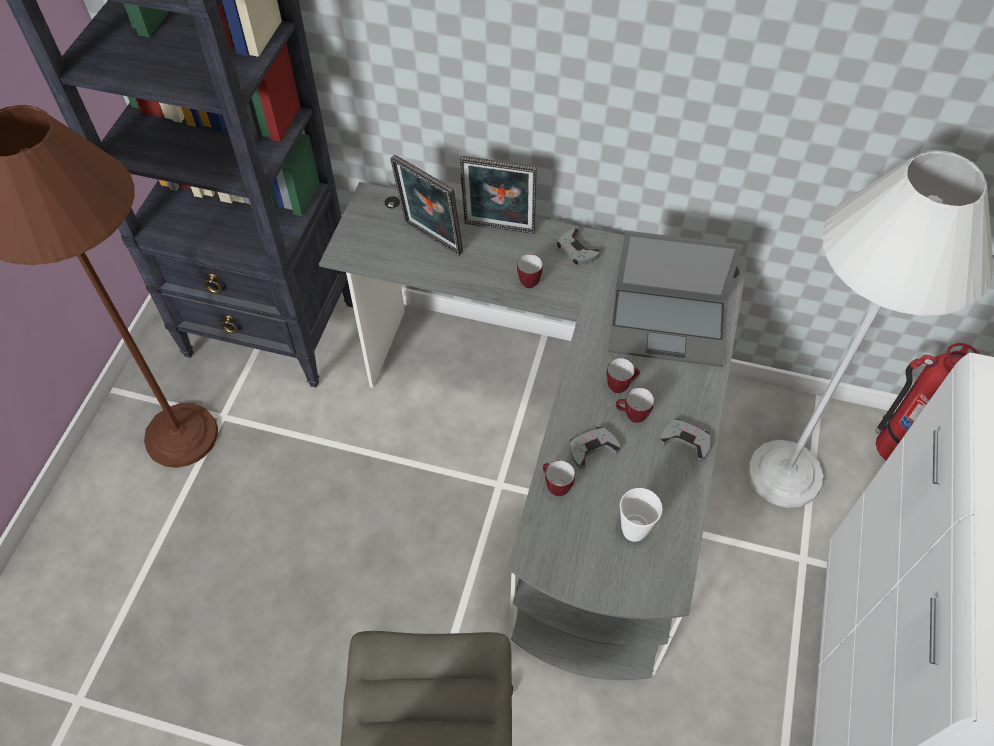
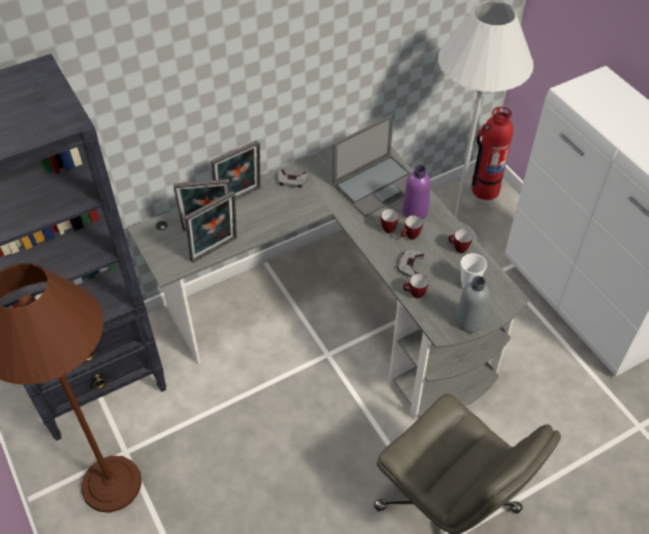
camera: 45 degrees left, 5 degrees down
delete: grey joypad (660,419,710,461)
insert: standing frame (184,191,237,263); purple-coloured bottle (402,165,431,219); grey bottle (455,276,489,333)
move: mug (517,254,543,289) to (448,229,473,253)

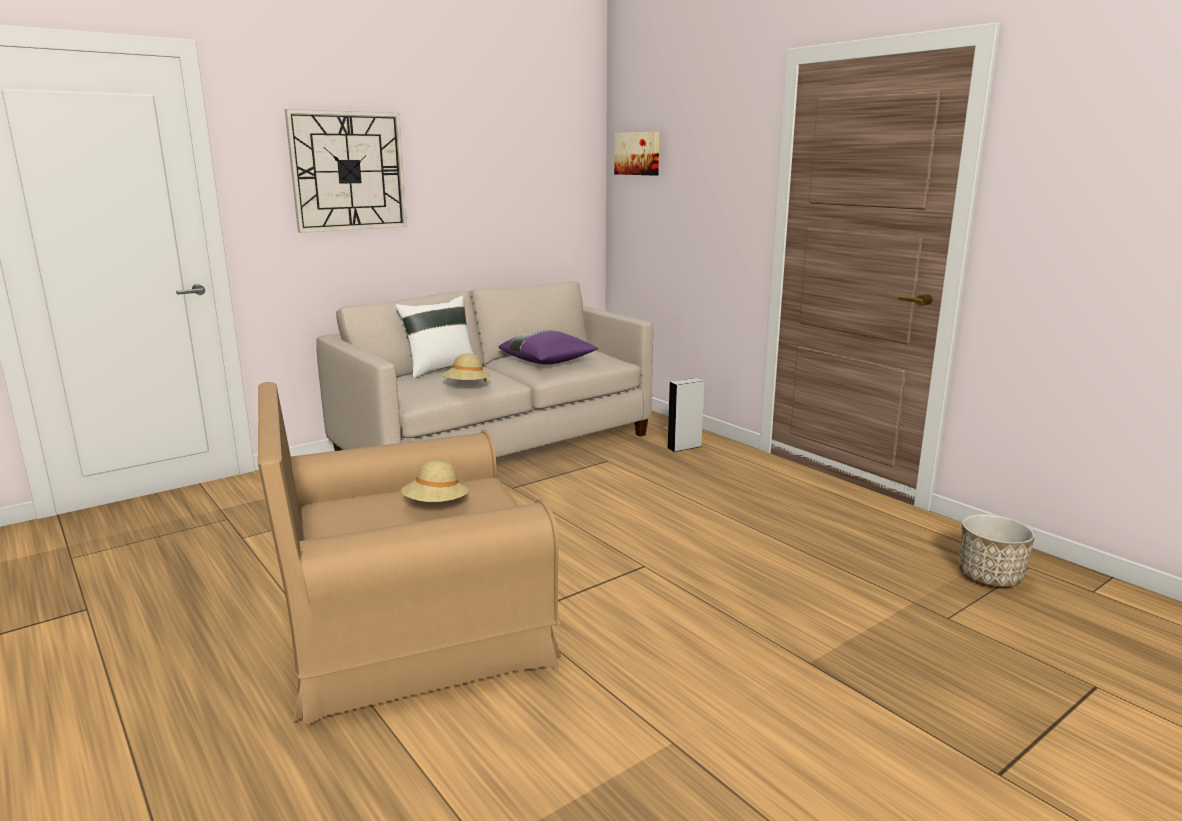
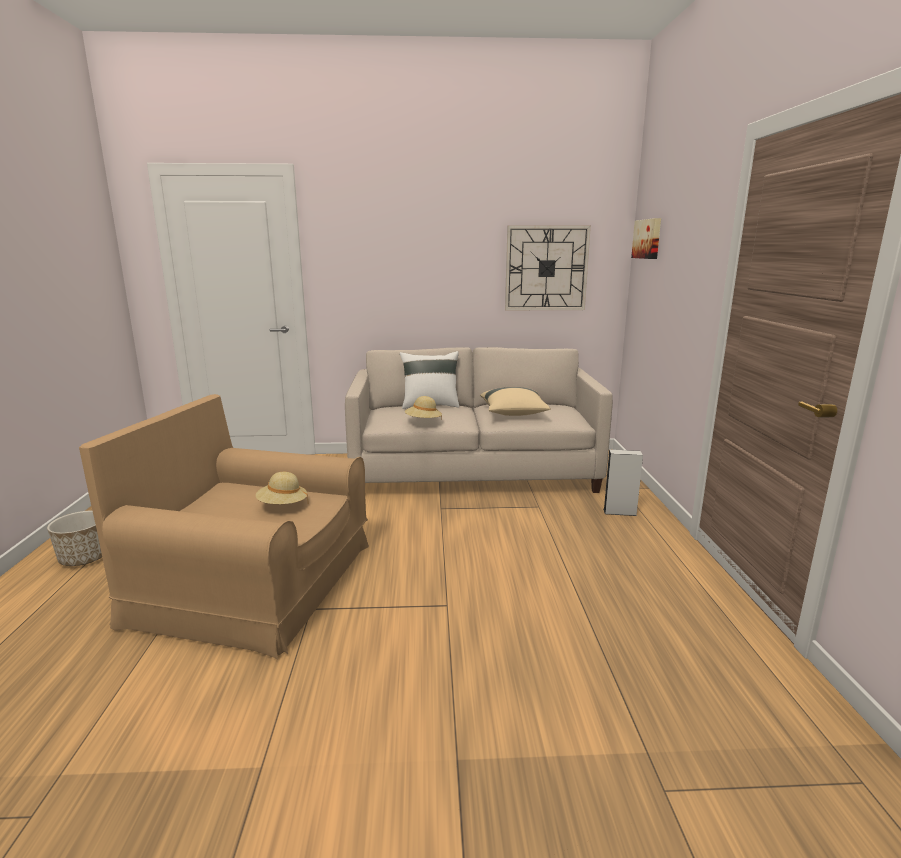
camera: 35 degrees right, 0 degrees up
move: hanging clock (285,109,407,233) to (505,225,591,310); plant pot (959,514,1035,587) to (47,510,102,566)
recolor: purple-coloured pillow (499,330,598,364) to beige-coloured pillow (480,387,551,416)

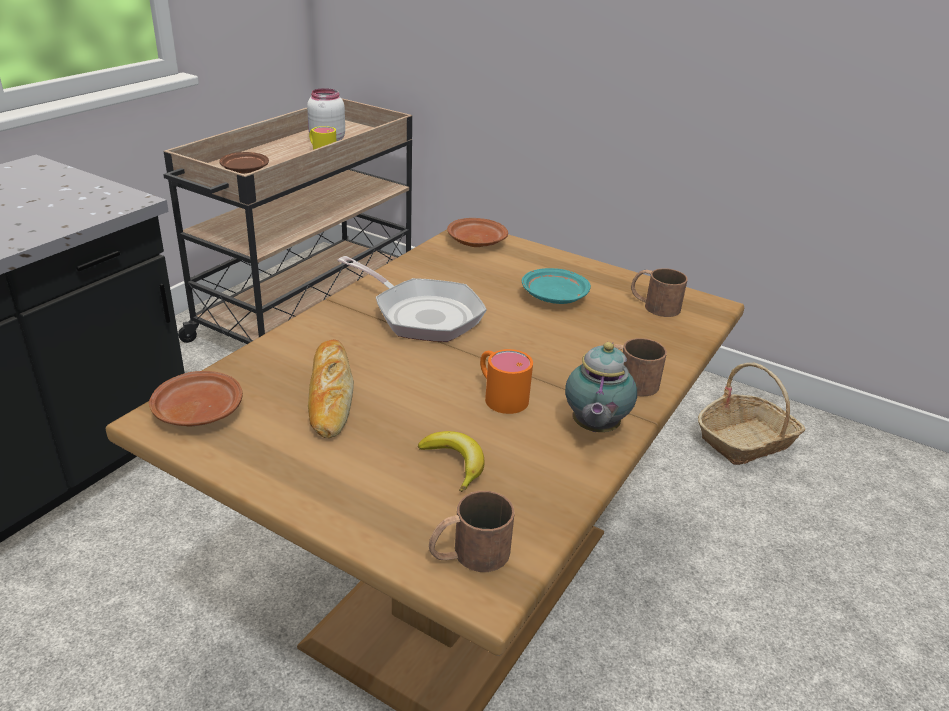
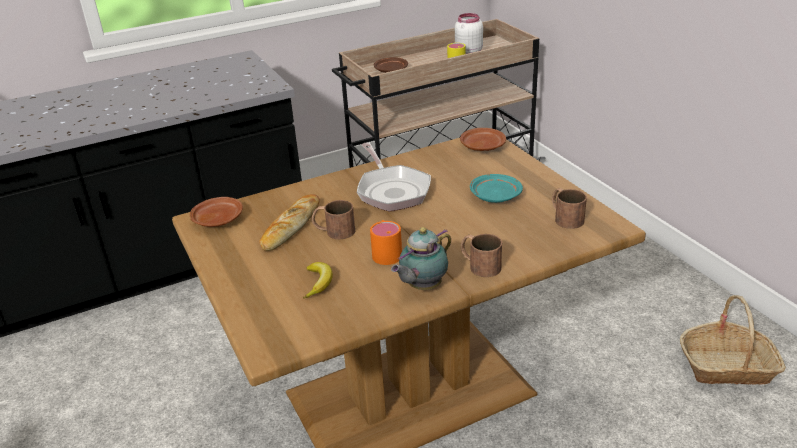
camera: 35 degrees right, 0 degrees up
move: brown mug (429,491,515,572) to (312,200,355,239)

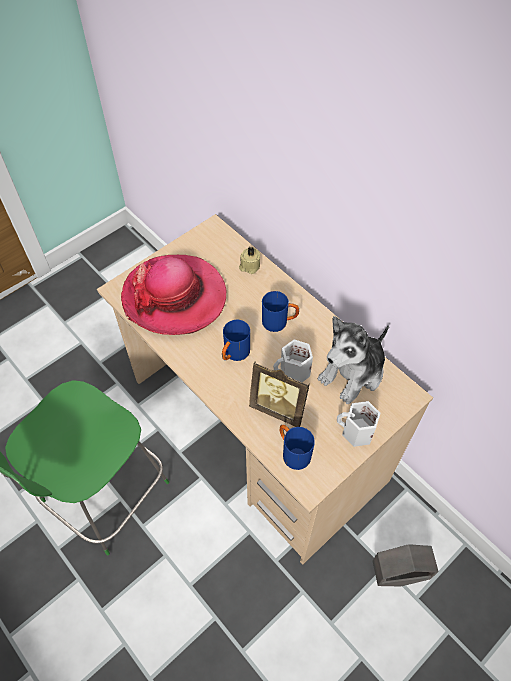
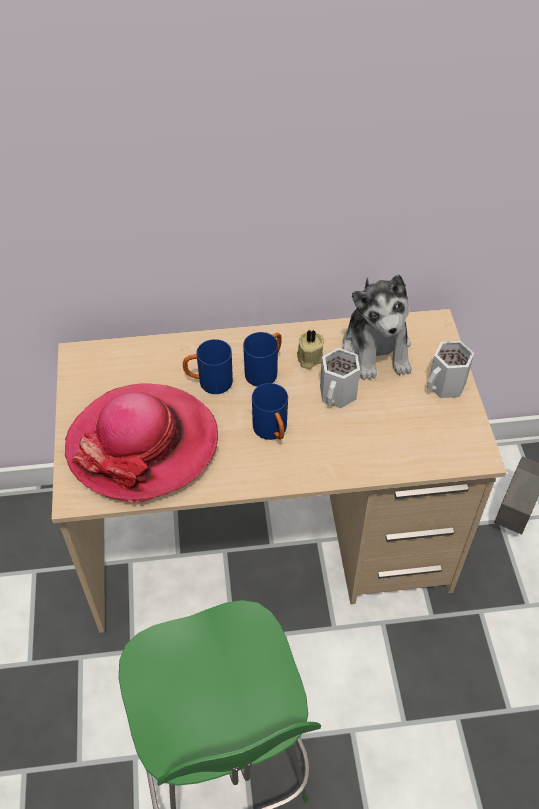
camera: 55 degrees left, 5 degrees down
delete: standing frame (249,361,309,427)
move: beige-coloured wax light (239,247,260,274) to (297,330,325,369); blue-coloured mug (280,425,315,470) to (183,339,233,394)

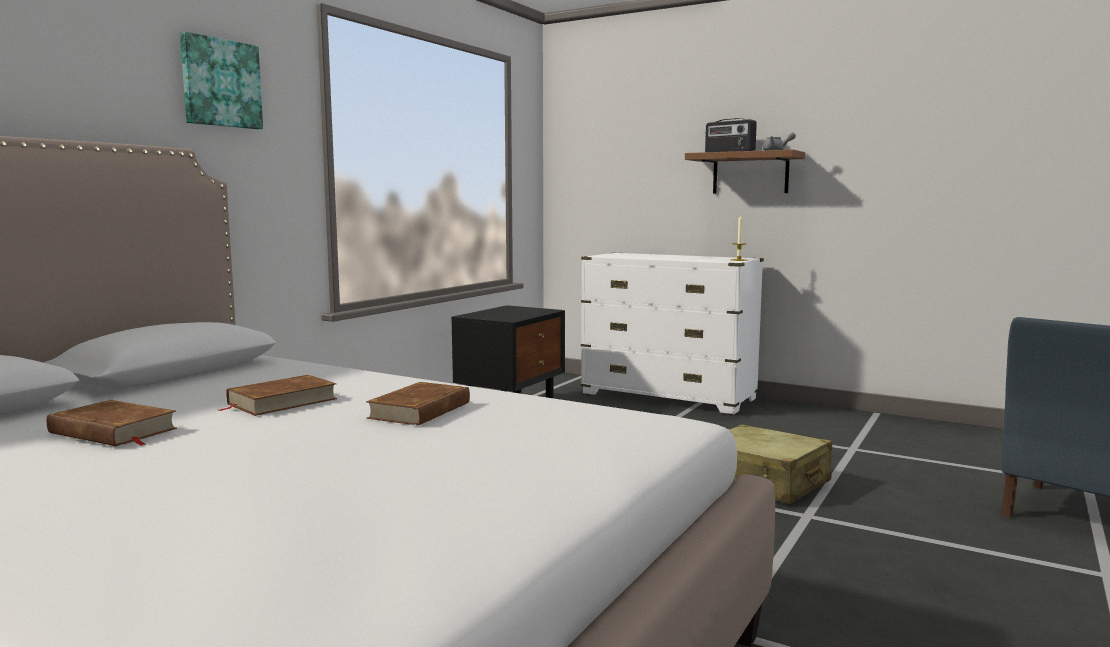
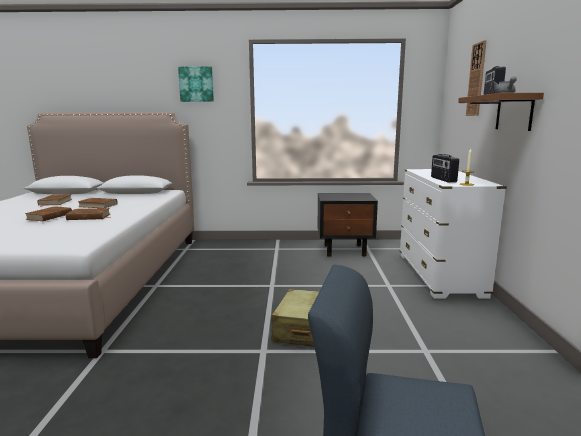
camera: 60 degrees right, 5 degrees up
insert: brown book (25,206,72,221); radio set (431,154,459,183); hanging clock (466,40,487,116)

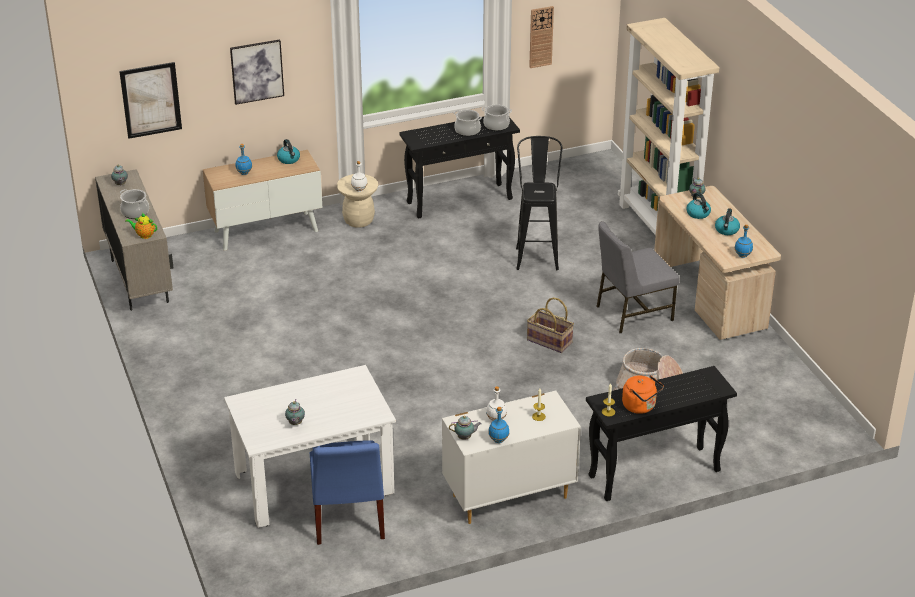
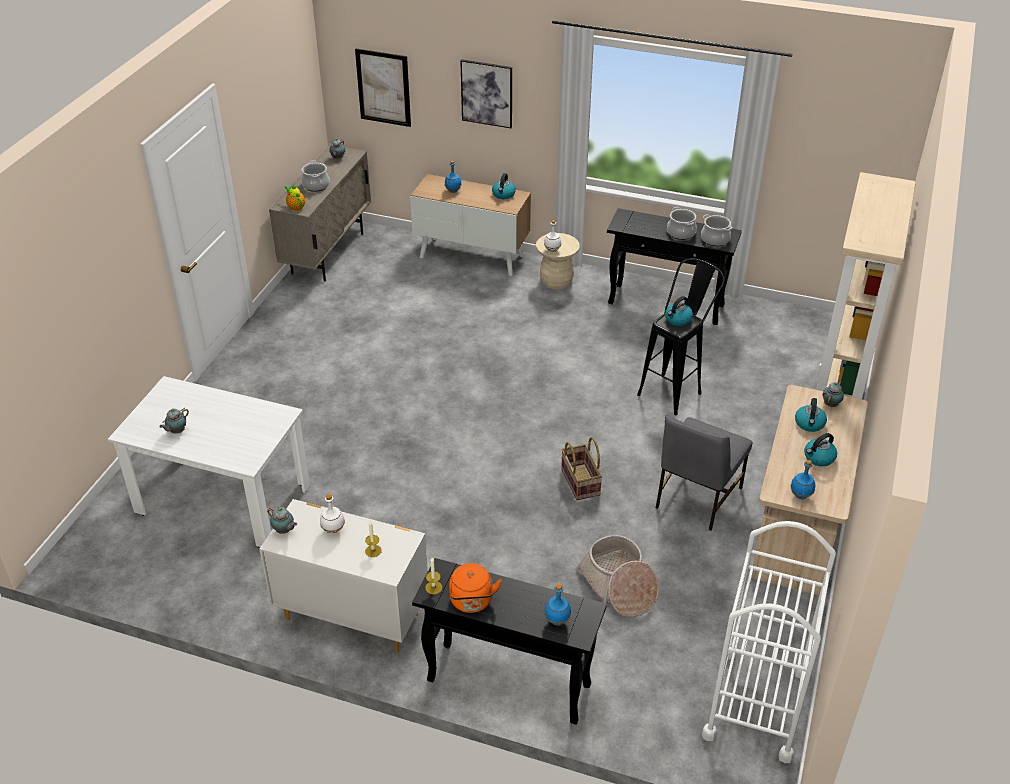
camera: 40 degrees right, 5 degrees up
delete: blue-coloured upright chair (310,440,385,545); hanging clock (529,6,554,68)
insert: kettle (665,296,693,326); whitish trolley (702,521,836,763)
move: blue-coloured bottle (488,407,510,443) to (544,584,571,625)
rotate: grey upright chair (596,221,680,333) = (656,415,752,531) 75 degrees counterclockwise

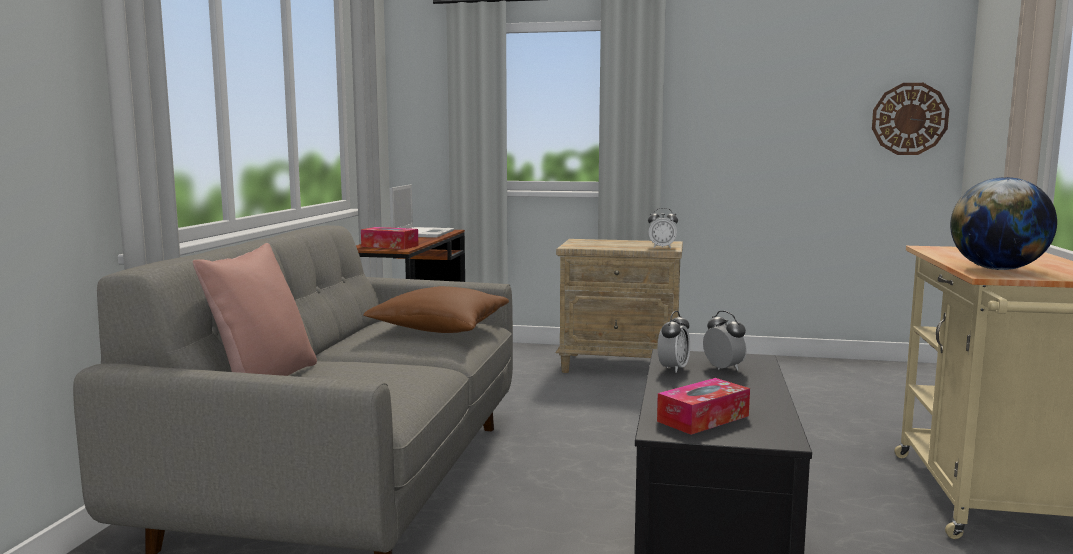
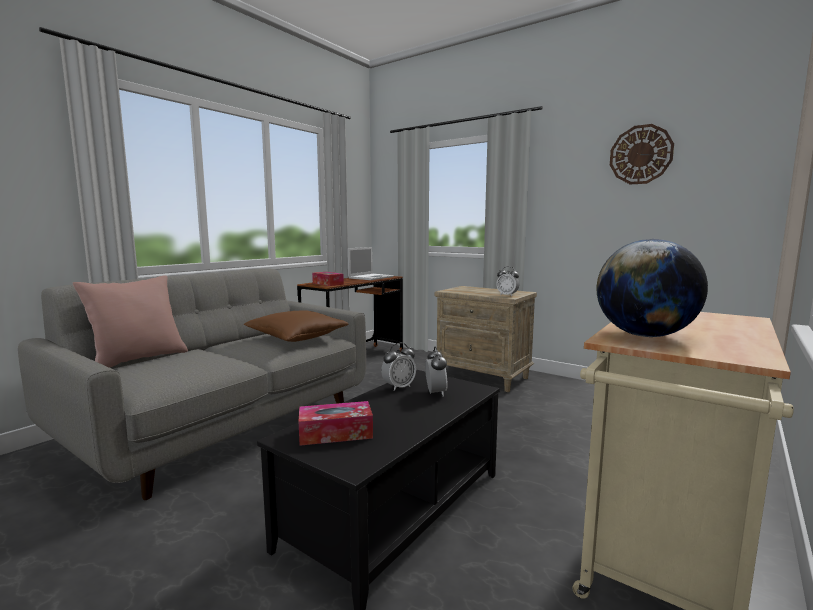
camera: 25 degrees right, 0 degrees up
move: hanging clock (872,83,949,155) to (610,124,674,184)

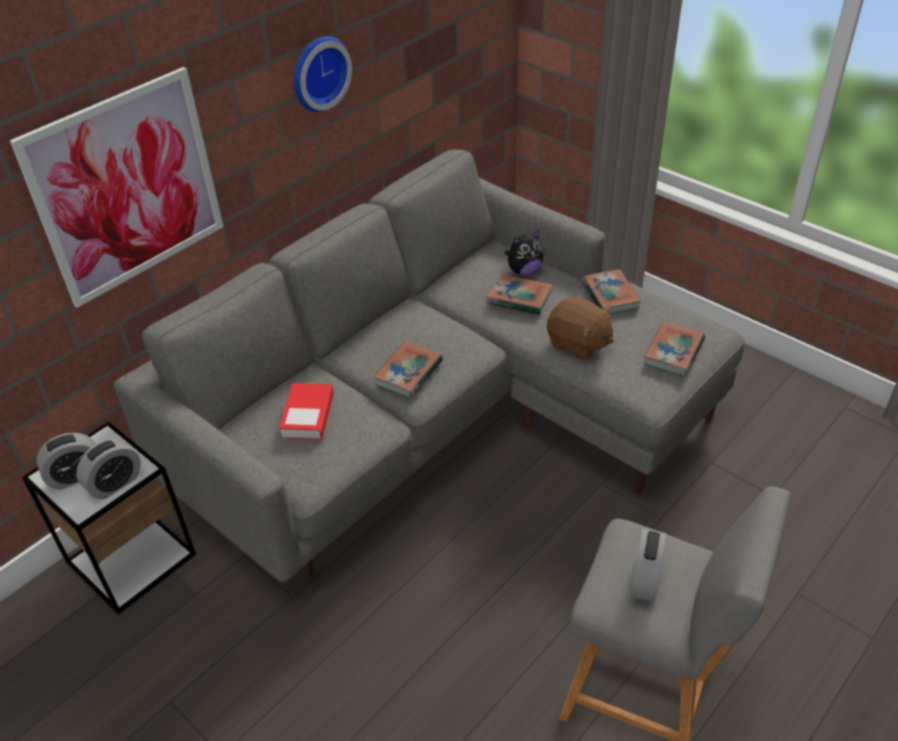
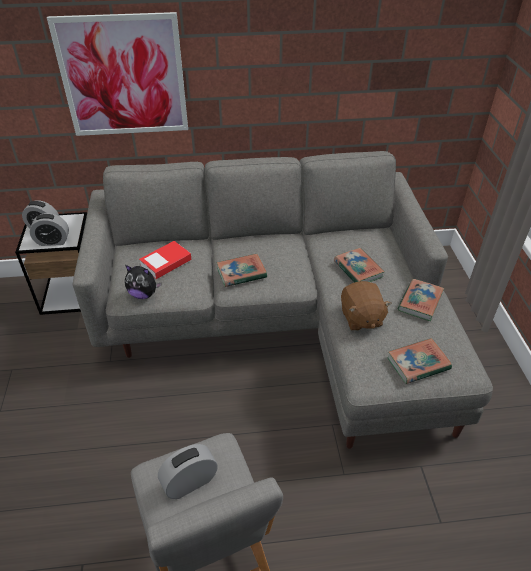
camera: 40 degrees right, 0 degrees up
delete: hanging clock (293,36,352,112)
move: soft toy (505,229,544,275) to (125,265,161,299)

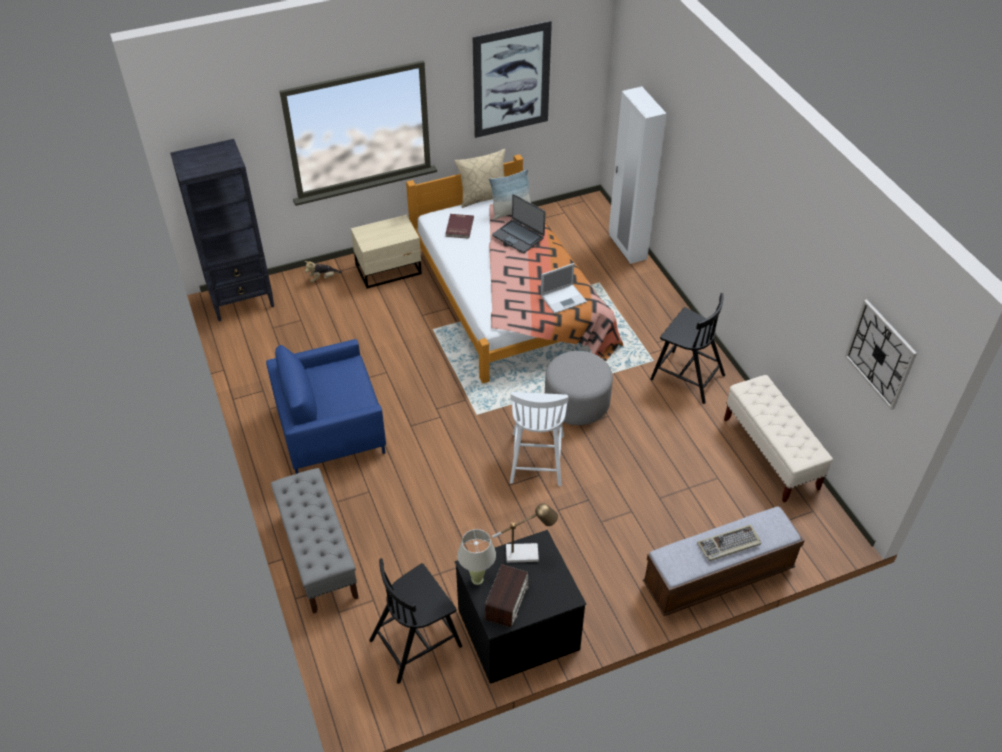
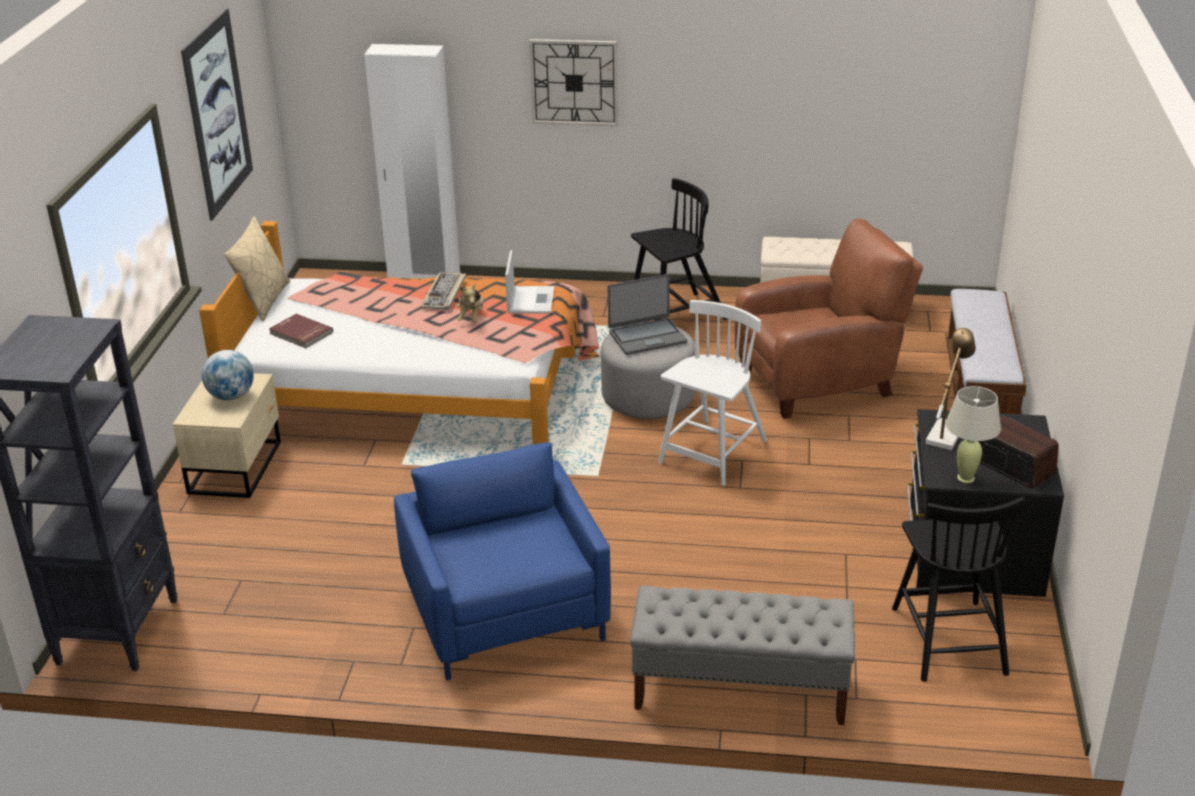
camera: 60 degrees left, 15 degrees down
delete: pillow (489,169,531,220)
insert: world globe (202,350,254,401); brown easy chair (735,218,923,419)
move: soft toy (304,261,342,282) to (457,284,484,322); portable computer (492,194,546,253) to (608,274,687,355); keyboard (697,525,761,561) to (421,272,466,310); hanging clock (845,299,917,410) to (529,39,618,126)
rotate: blue-coloured easy chair (266,339,386,474) = (394,442,611,681) 150 degrees clockwise; whitish upright chair (510,392,568,486) = (658,300,767,486) 90 degrees counterclockwise

